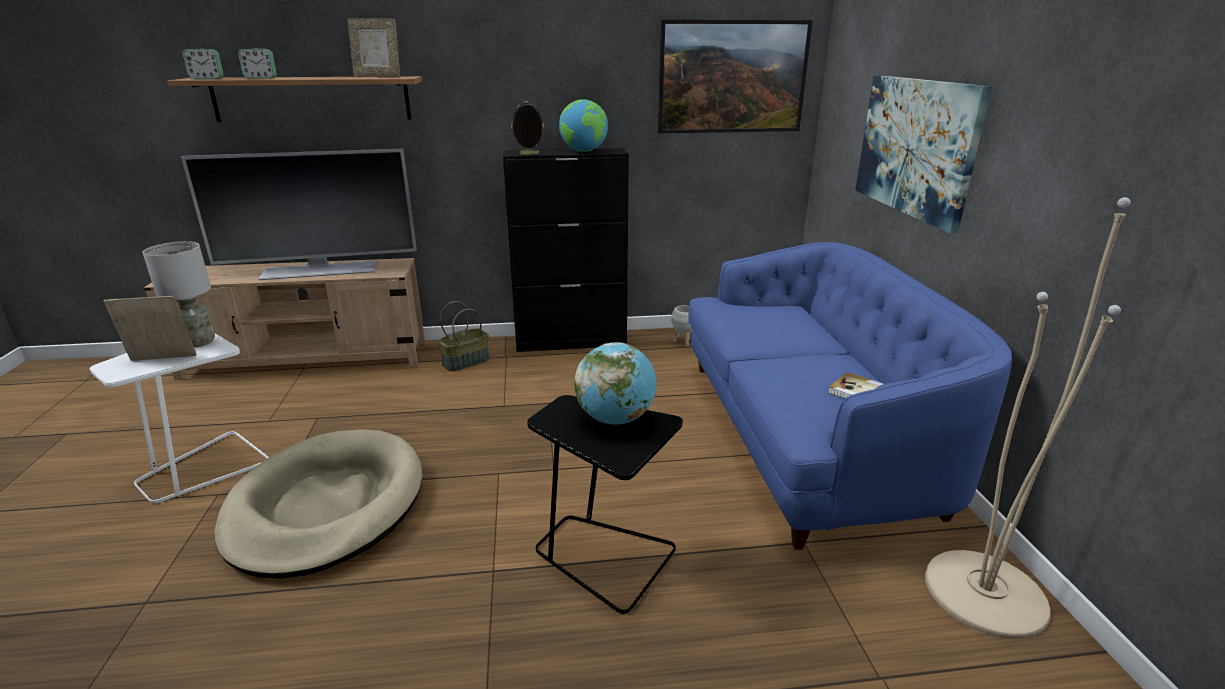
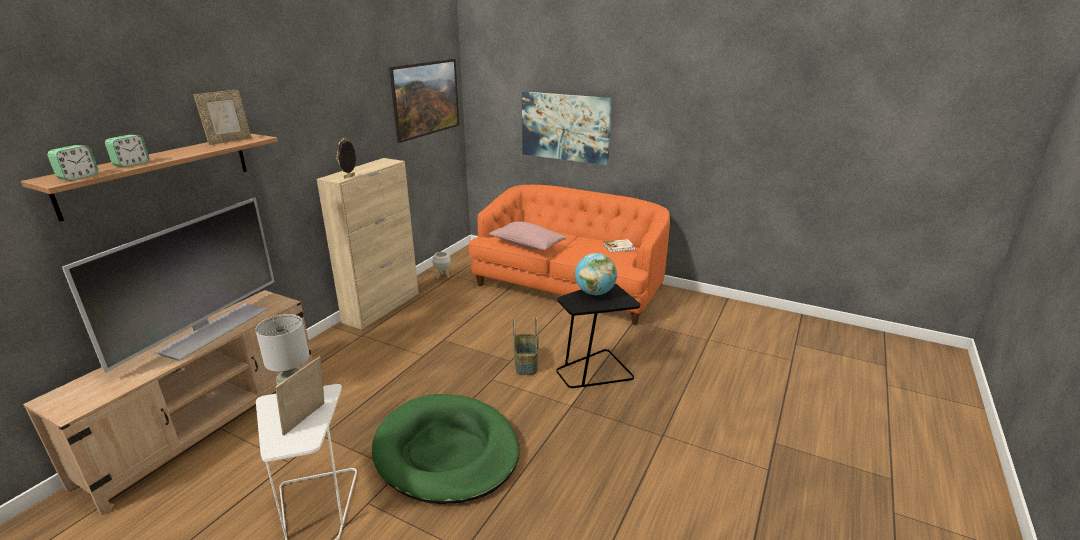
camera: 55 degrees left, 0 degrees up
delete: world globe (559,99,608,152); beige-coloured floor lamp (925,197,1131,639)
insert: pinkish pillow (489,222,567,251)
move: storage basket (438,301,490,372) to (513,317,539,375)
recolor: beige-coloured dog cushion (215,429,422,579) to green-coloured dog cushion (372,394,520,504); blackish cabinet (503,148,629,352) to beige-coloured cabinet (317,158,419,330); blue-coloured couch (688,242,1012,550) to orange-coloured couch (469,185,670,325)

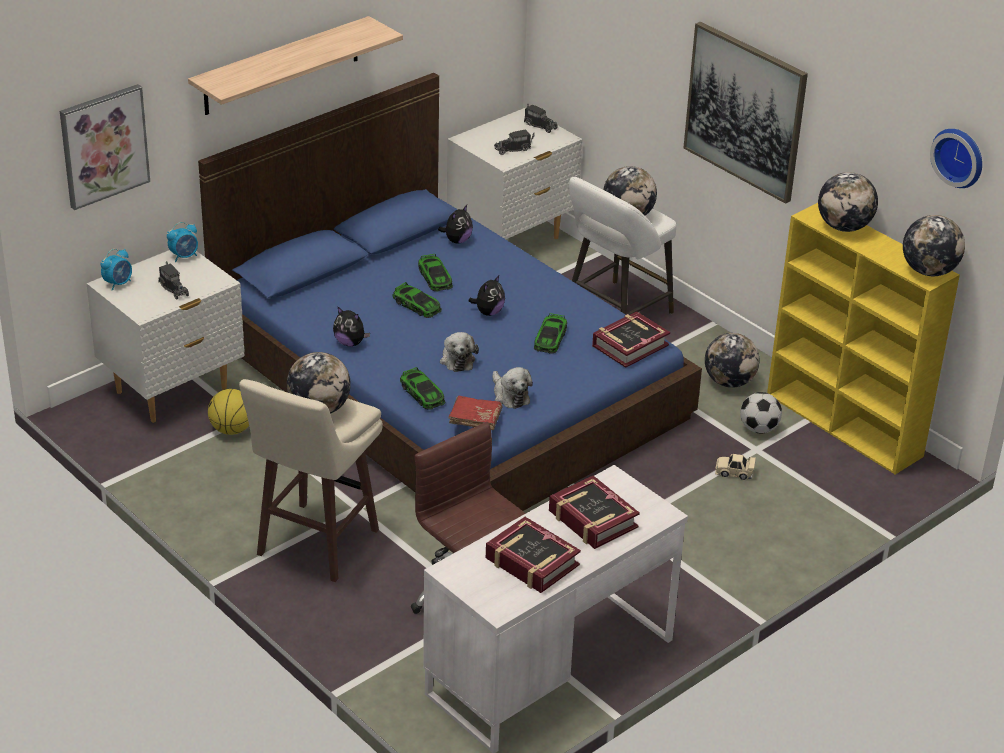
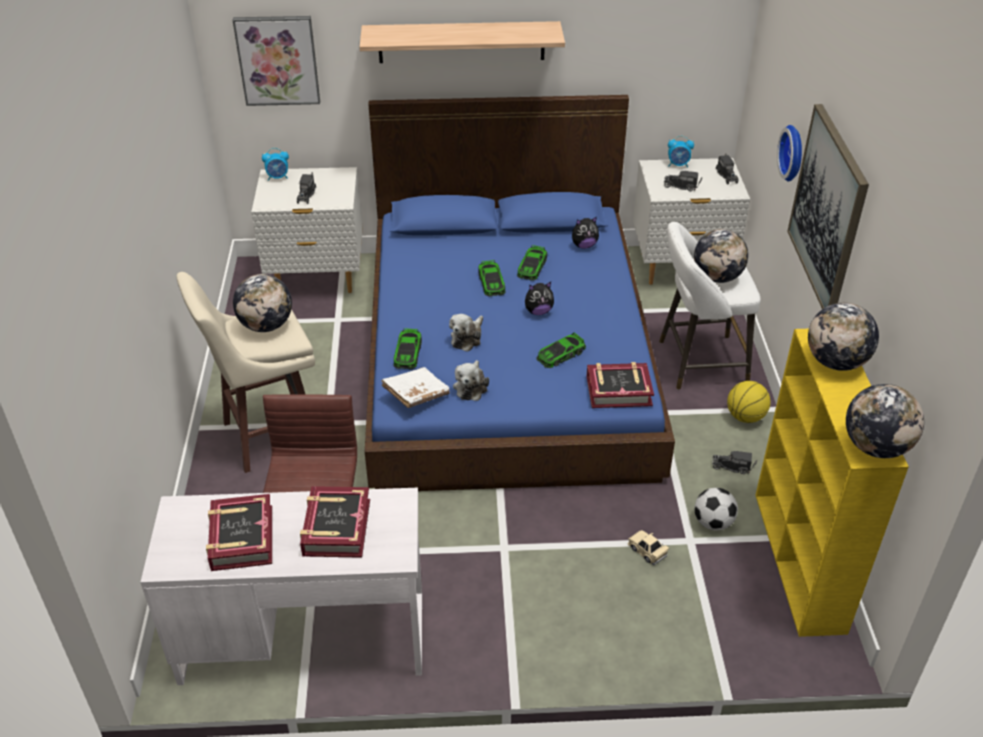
camera: 40 degrees right, 5 degrees up
delete: soft toy (333,307,370,346)
move: bedside clock (167,222,198,262) to (668,136,694,168); basketball (208,389,249,435) to (727,381,771,423); hanging clock (930,129,982,188) to (777,125,802,182)
replace: world globe (705,333,759,388) to toy lorry (712,451,757,474)
recolor: red book (448,396,503,430) to whitish book (381,367,450,408)

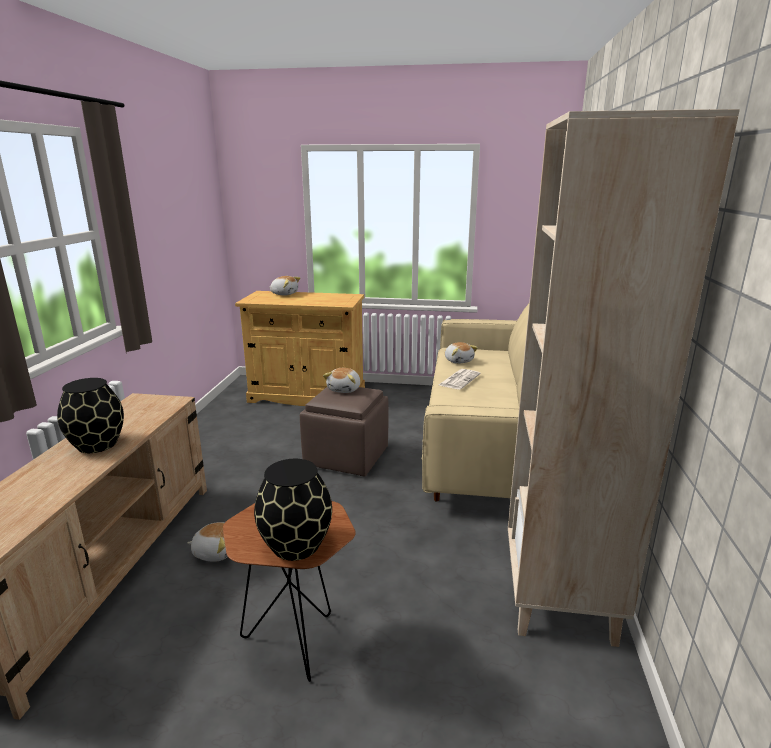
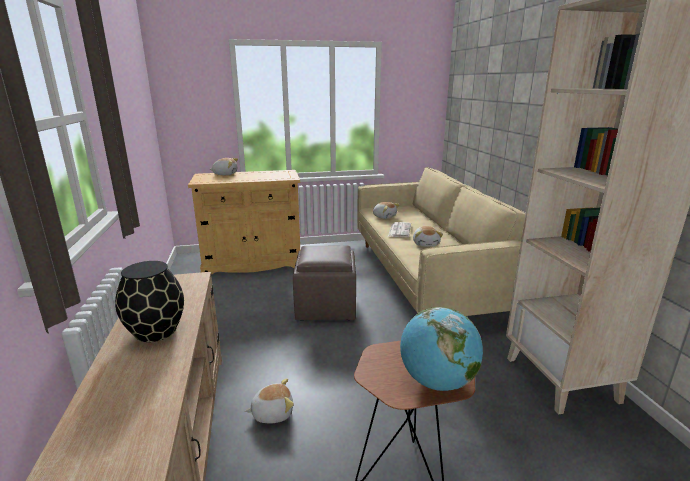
camera: 20 degrees left, 0 degrees up
move: soft toy (323,368,360,393) to (413,226,443,247)
replace: blackish decorative vase (254,459,332,561) to world globe (400,307,483,391)

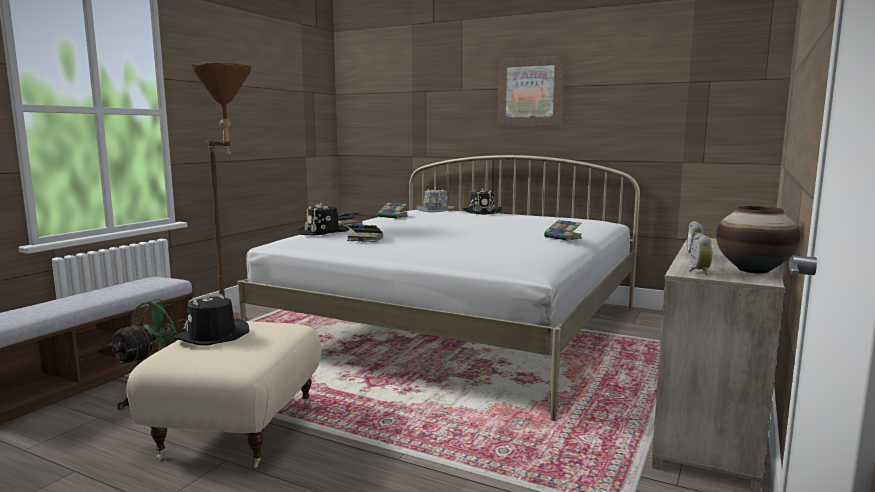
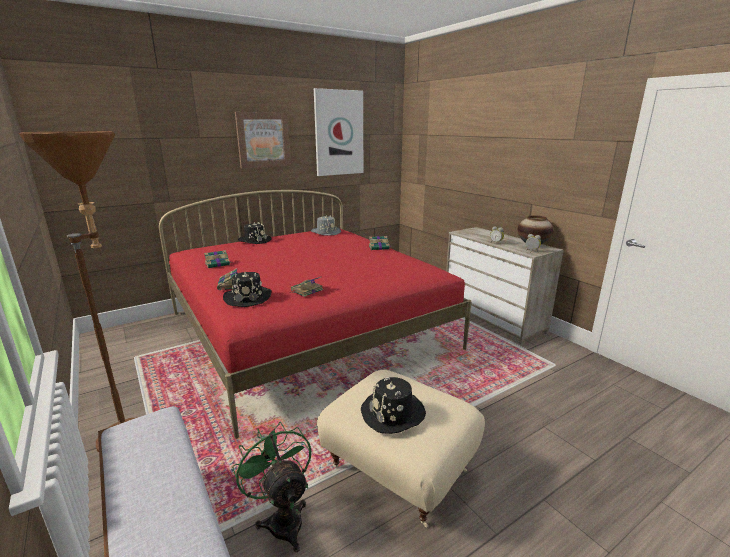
camera: 60 degrees left, 10 degrees up
insert: picture (314,88,363,176)
move: grey wearable hat (416,187,455,212) to (311,215,341,236)
recolor: whitish bed (238,155,640,421) to red bed (159,190,471,439)

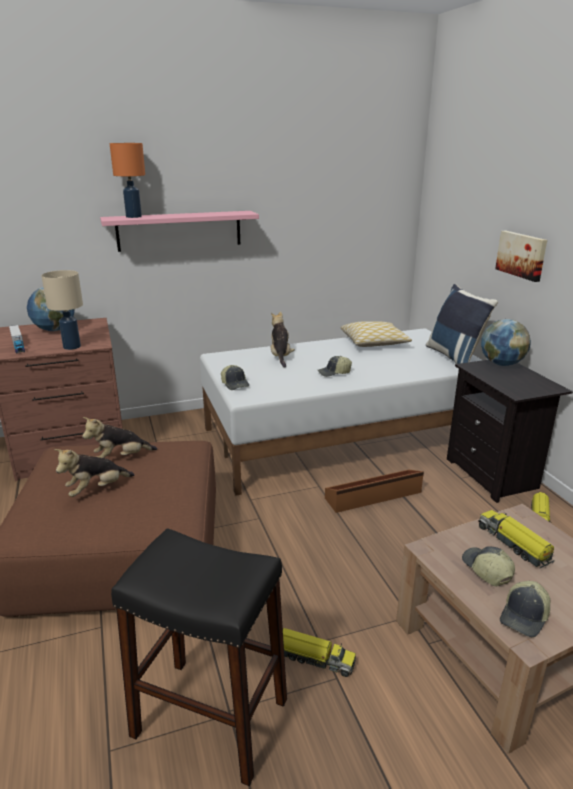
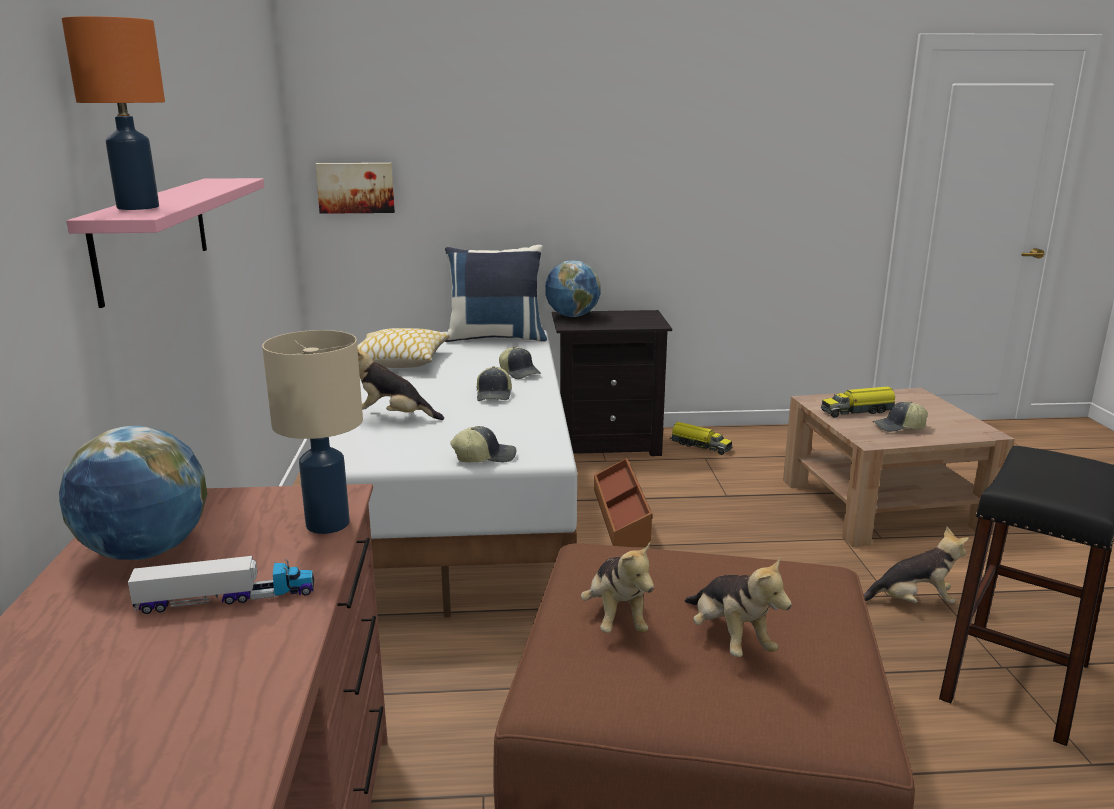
camera: 75 degrees left, 5 degrees down
move: picture (495,230,547,282) to (315,163,395,214); baseball cap (500,581,550,637) to (499,347,541,379)
replace: toy lorry (283,628,356,677) to soft toy (864,527,969,603)

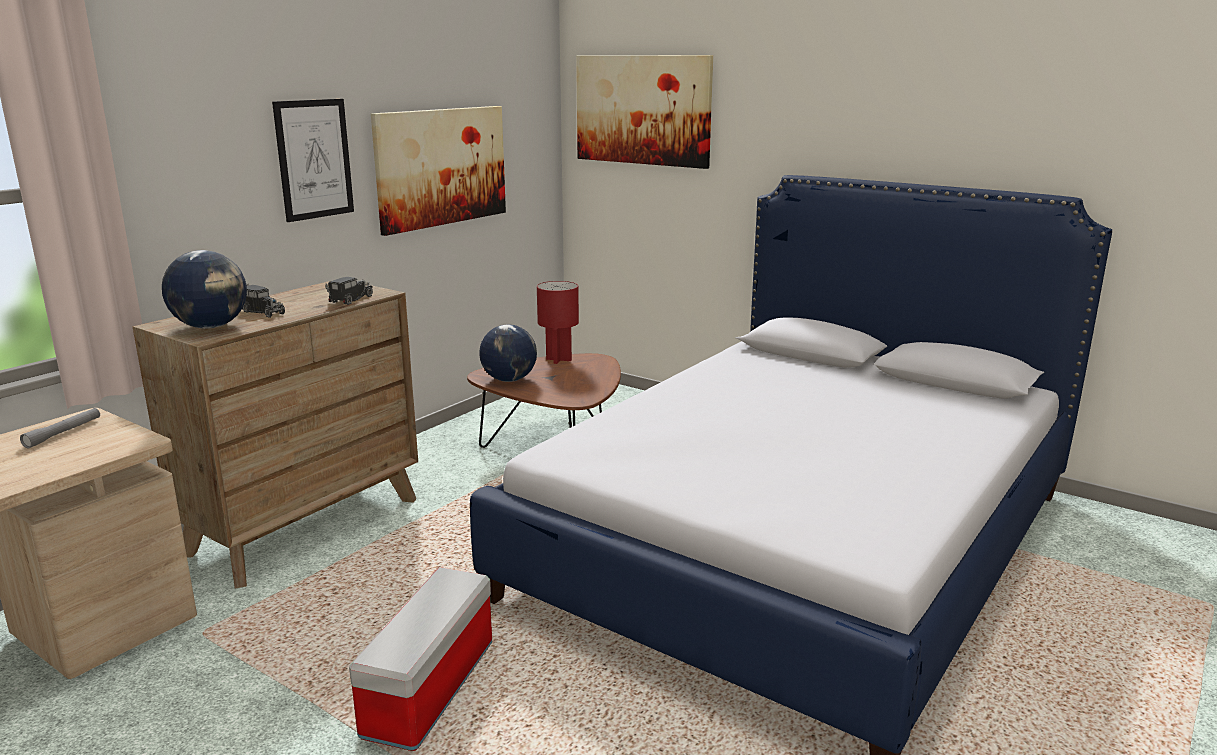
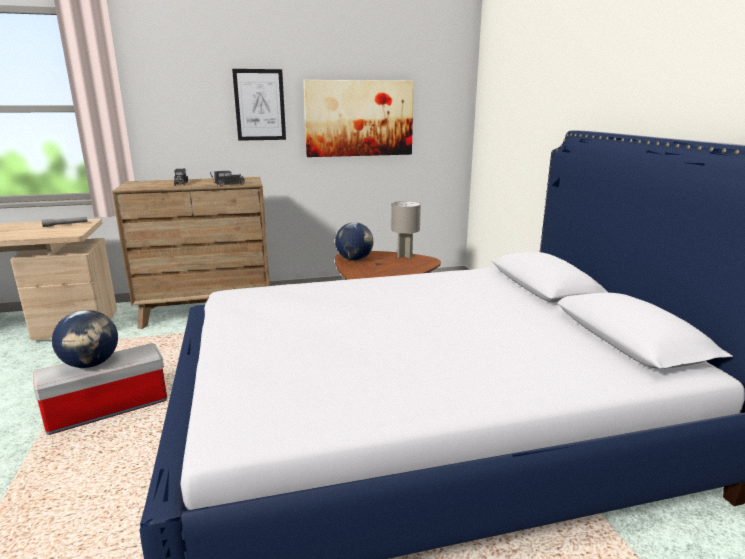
camera: 40 degrees right, 0 degrees up
delete: picture (576,55,713,169)
move: world globe (162,250,247,328) to (52,310,118,368)
recolor: red tabletop lamp (537,281,579,364) to grey tabletop lamp (391,201,421,258)

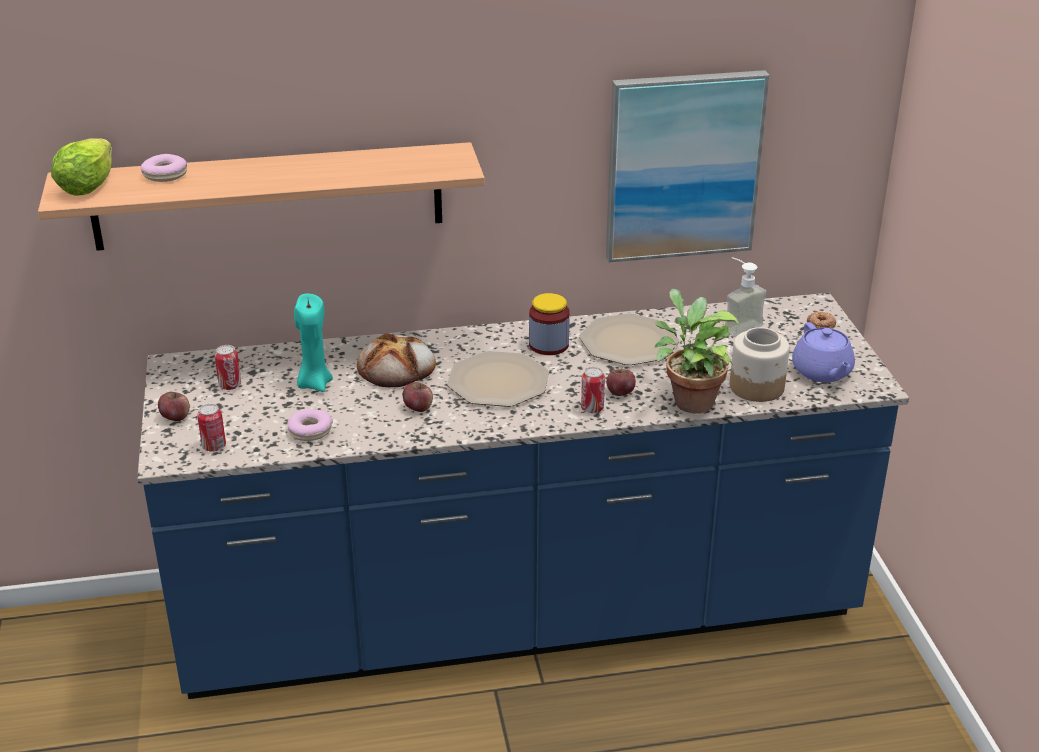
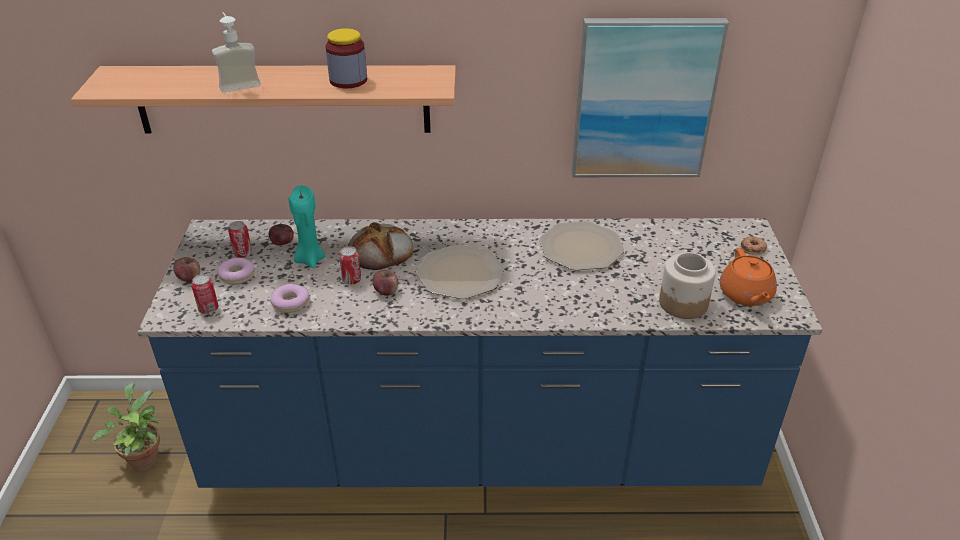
camera: 10 degrees right, 5 degrees up
delete: head of lettuce (51,138,112,196)
move: ring doughnut (141,154,187,182) to (217,258,255,285); storage jar (529,293,570,355) to (325,28,367,88); metal can (581,367,605,413) to (339,246,361,285); whole apple (606,367,636,396) to (269,224,294,246); houseplant (655,289,740,414) to (92,382,160,471); liquid soap bottle (725,257,767,337) to (212,12,261,93)
recolor: purple-coloured pot for tea (792,322,855,382) to orange-coloured pot for tea (720,248,777,306)

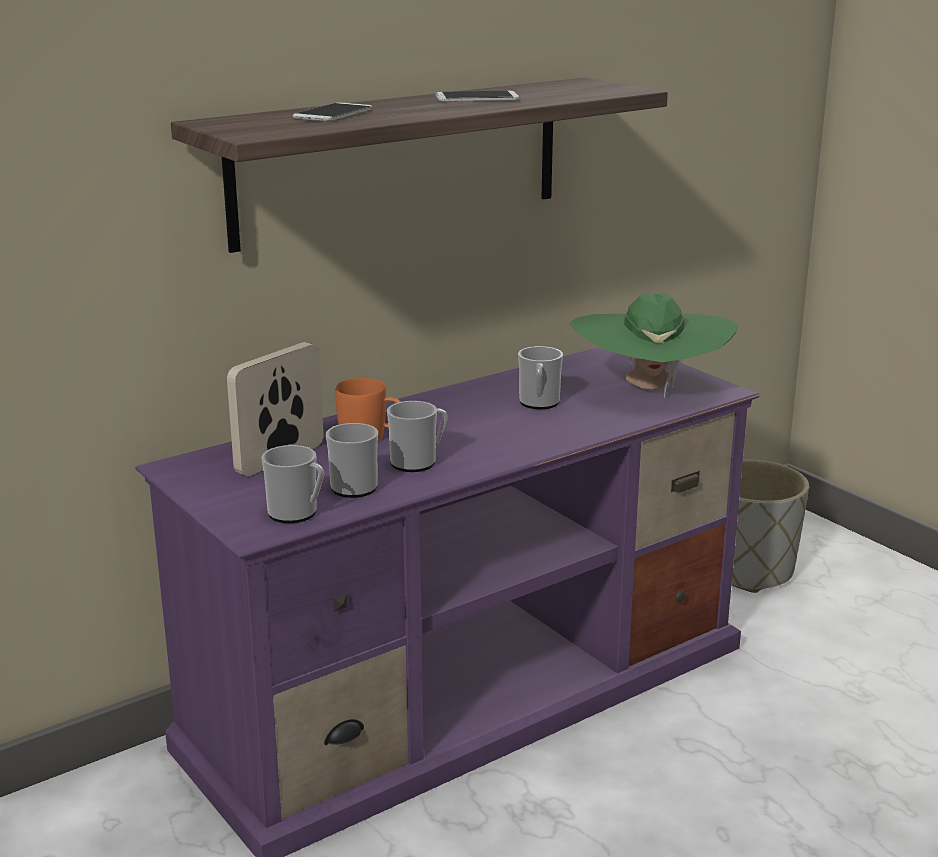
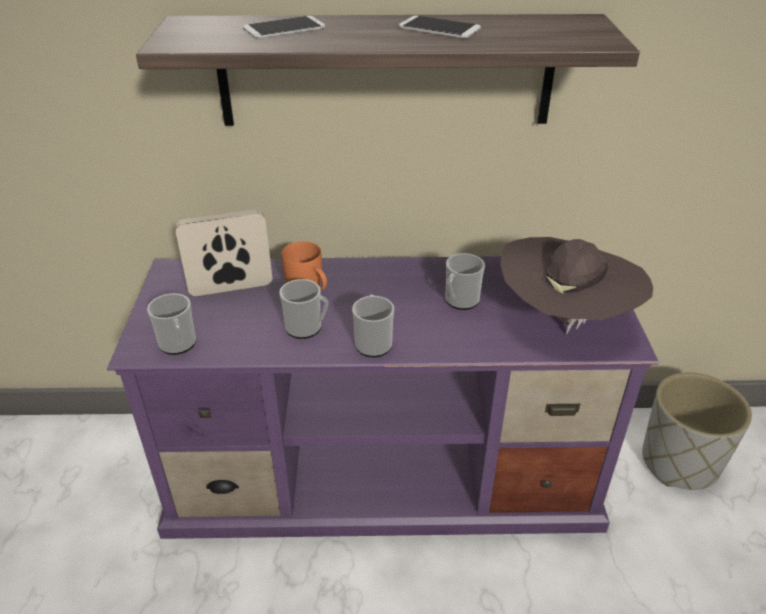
camera: 35 degrees right, 15 degrees up
move: mug (326,423,378,498) to (352,295,394,357)
recolor: green-coloured wearable hat (569,293,738,398) to brown wearable hat (501,237,653,334)

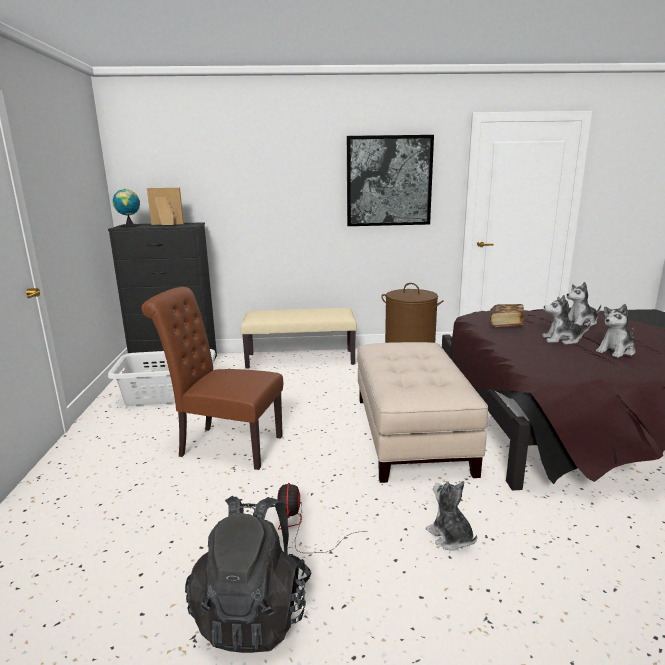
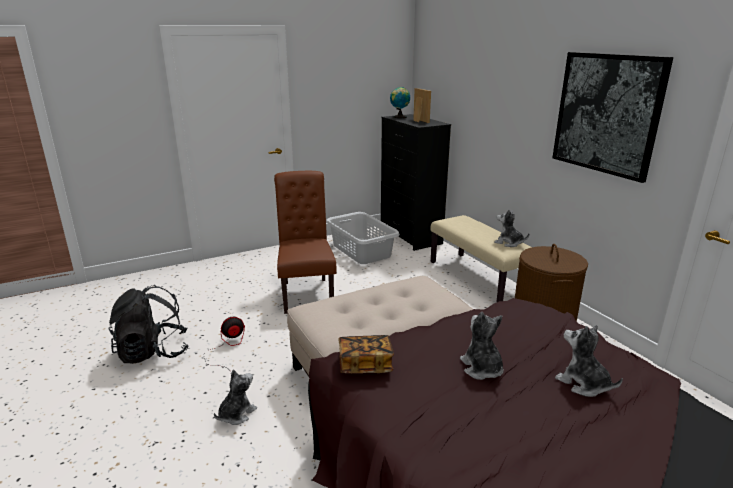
camera: 65 degrees right, 5 degrees up
move: book (490,304,524,327) to (339,335,394,373); soft toy (596,304,636,358) to (494,209,529,247)

